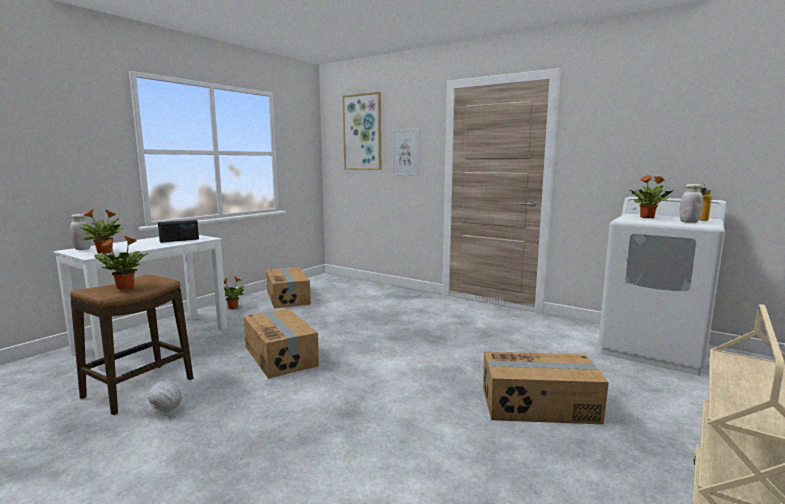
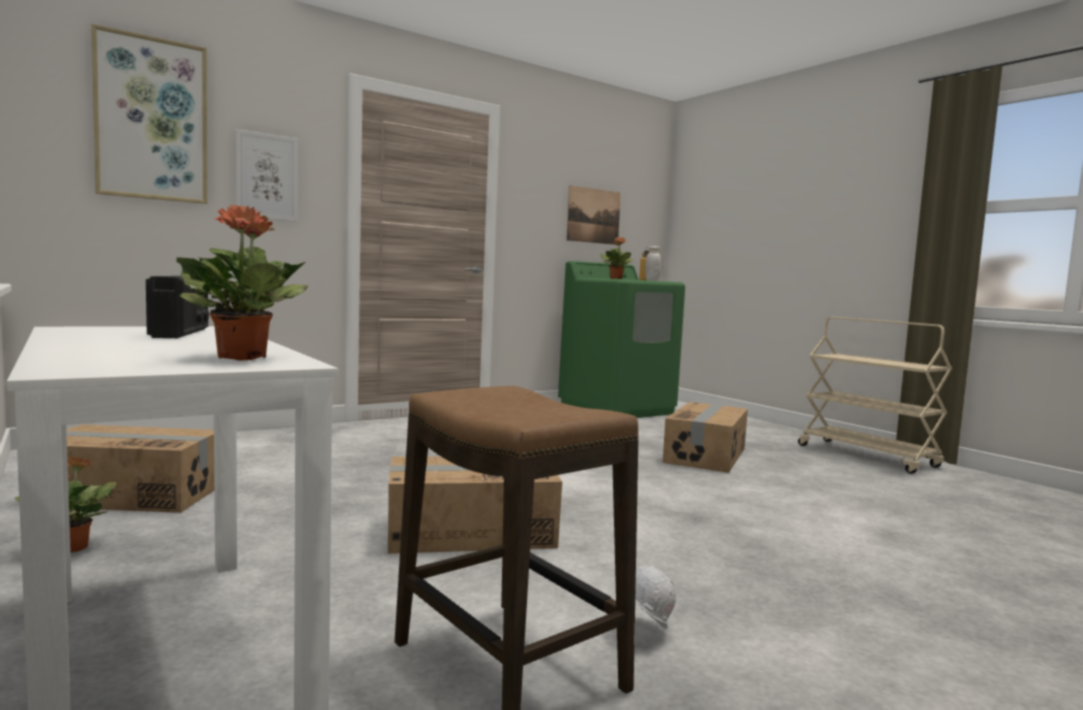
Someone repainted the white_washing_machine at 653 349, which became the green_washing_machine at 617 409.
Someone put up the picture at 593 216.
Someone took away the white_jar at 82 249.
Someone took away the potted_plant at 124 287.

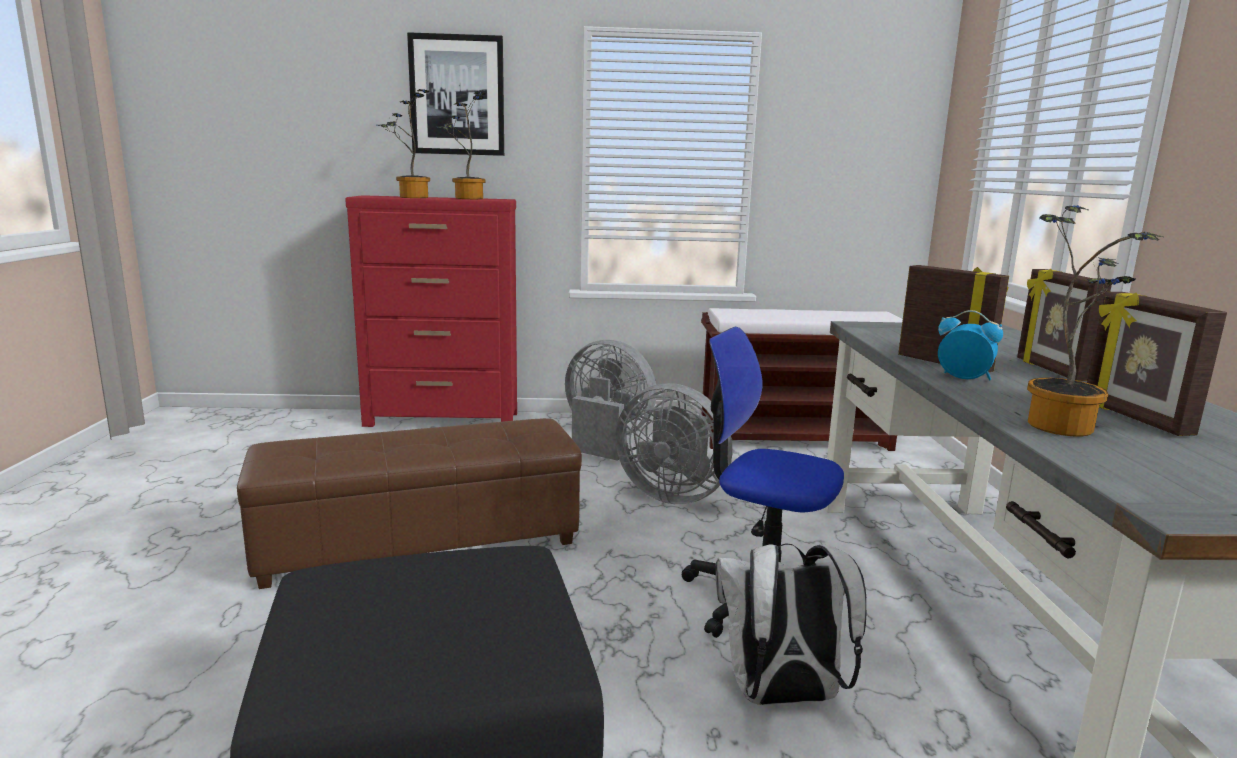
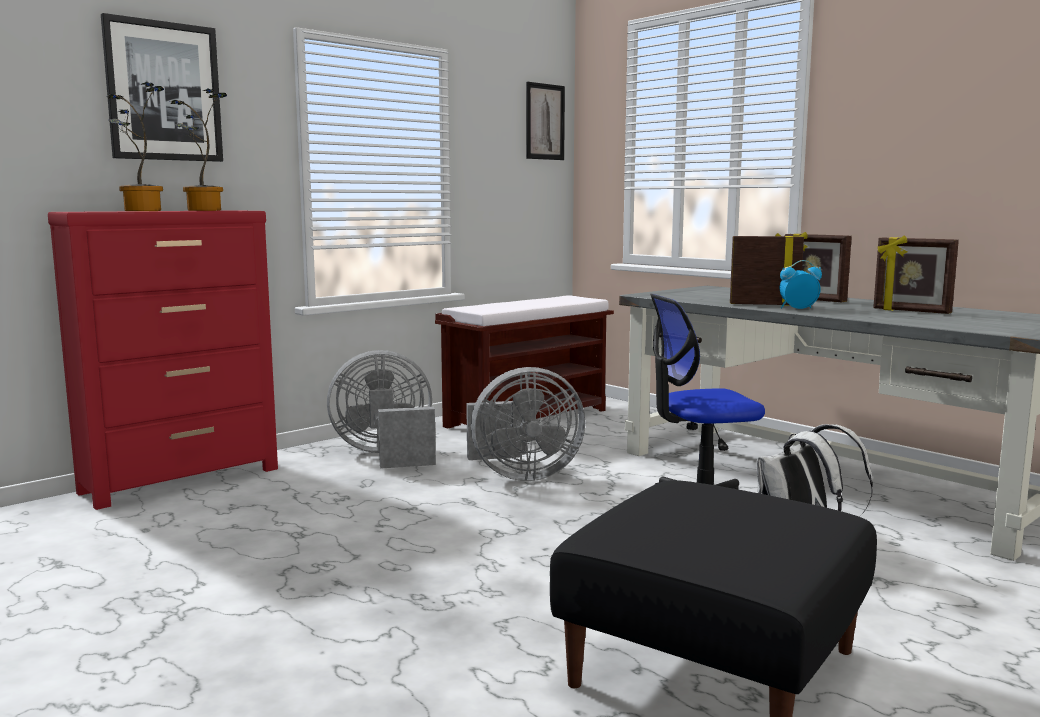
Someone put up the picture at 544 122.
Someone took away the brown_ottoman at 421 541.
Someone took away the potted_plant at 1064 425.

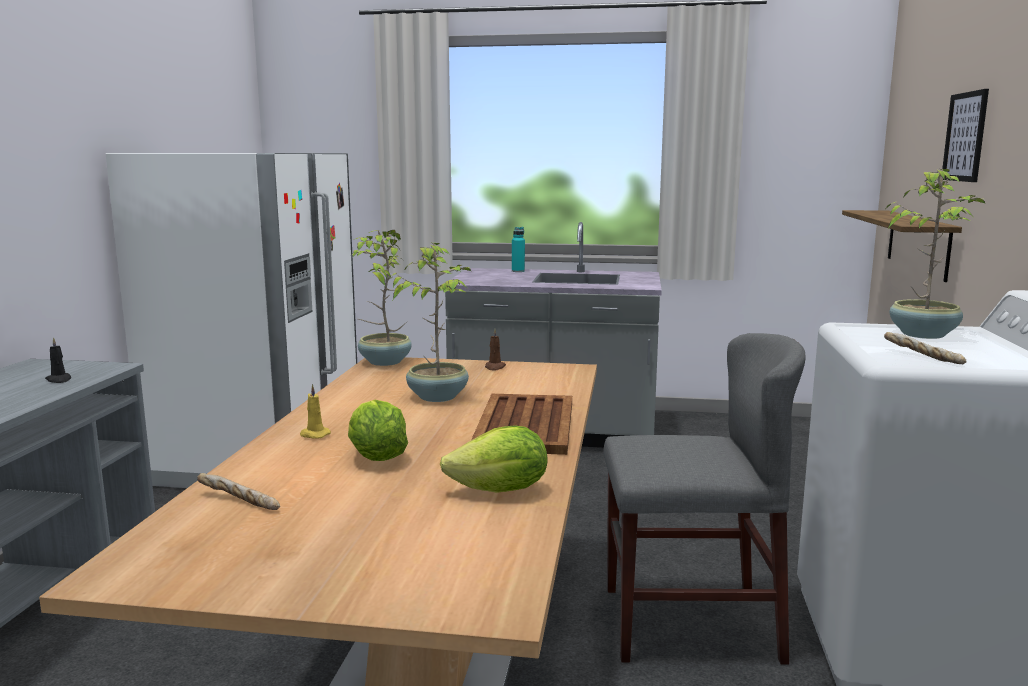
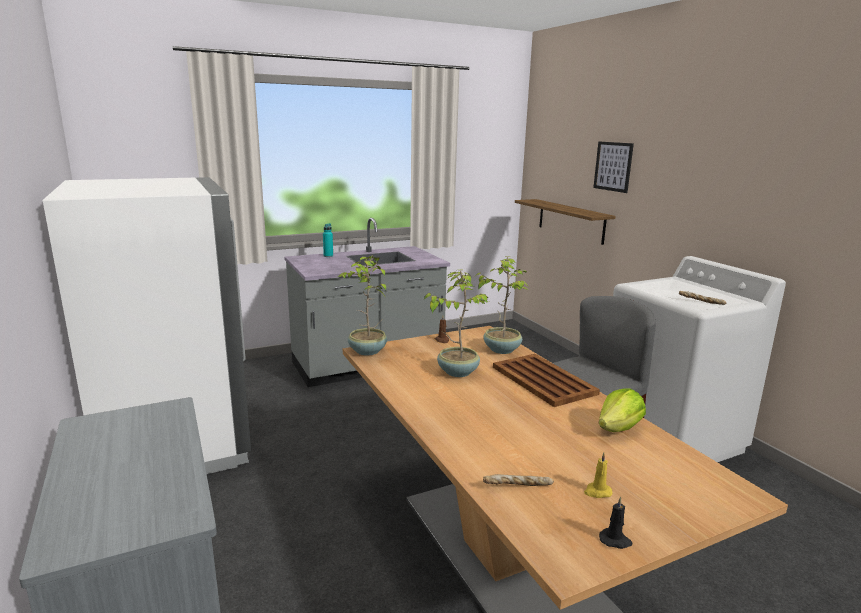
Someone carried the potted_plant from 923 334 to 502 349.
Someone carried the yellow_candle from 314 435 to 597 492.
Someone carried the black_candle from 59 380 to 615 540.
Someone took away the lettuce at 376 457.

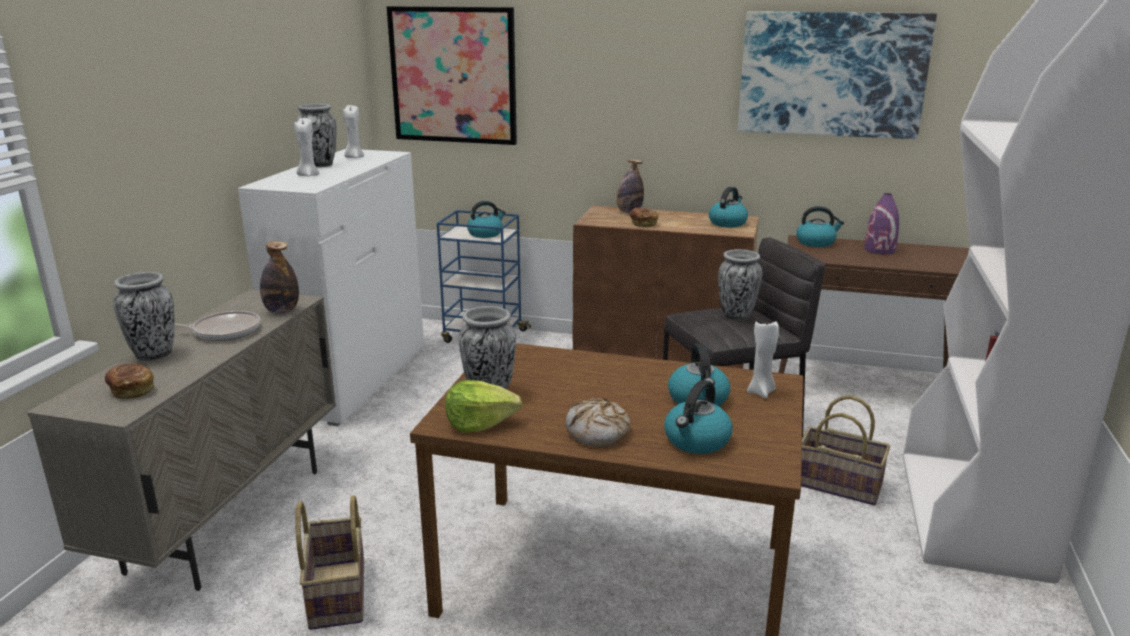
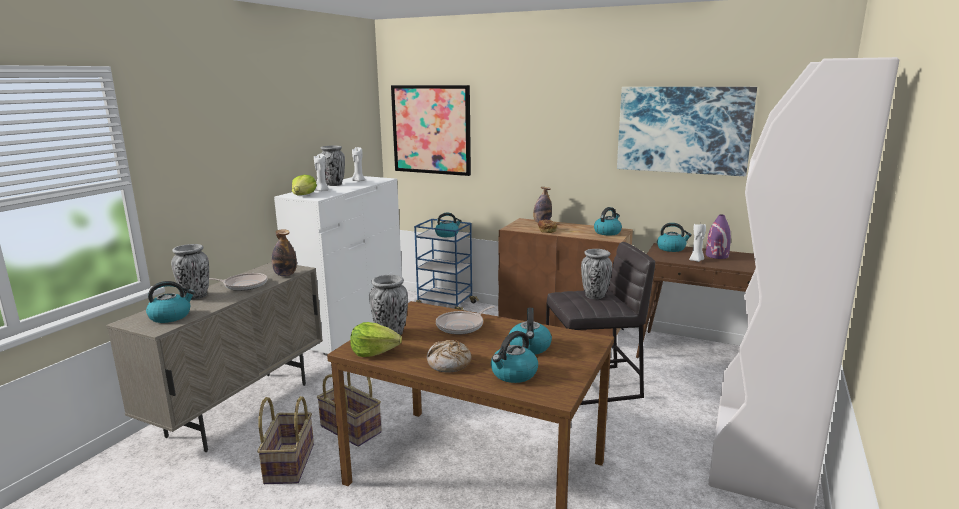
Someone swapped the bread at 131 390 for the kettle at 171 316.
Someone put down the lettuce at 304 195.
Someone carried the basket from 839 484 to 352 429.
Someone put down the frying_pan at 462 326.
Someone carried the white_candle from 761 392 to 696 260.

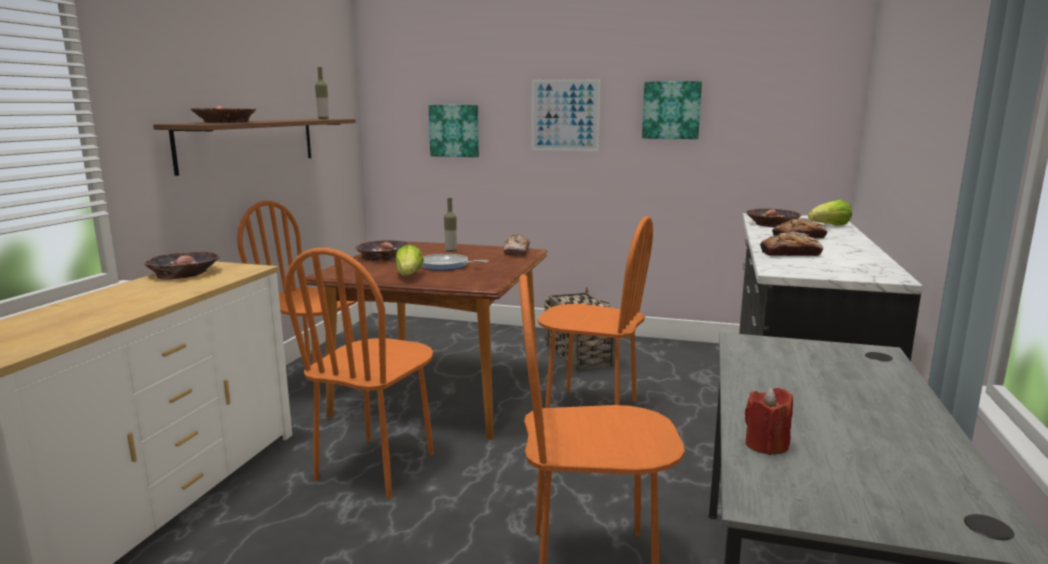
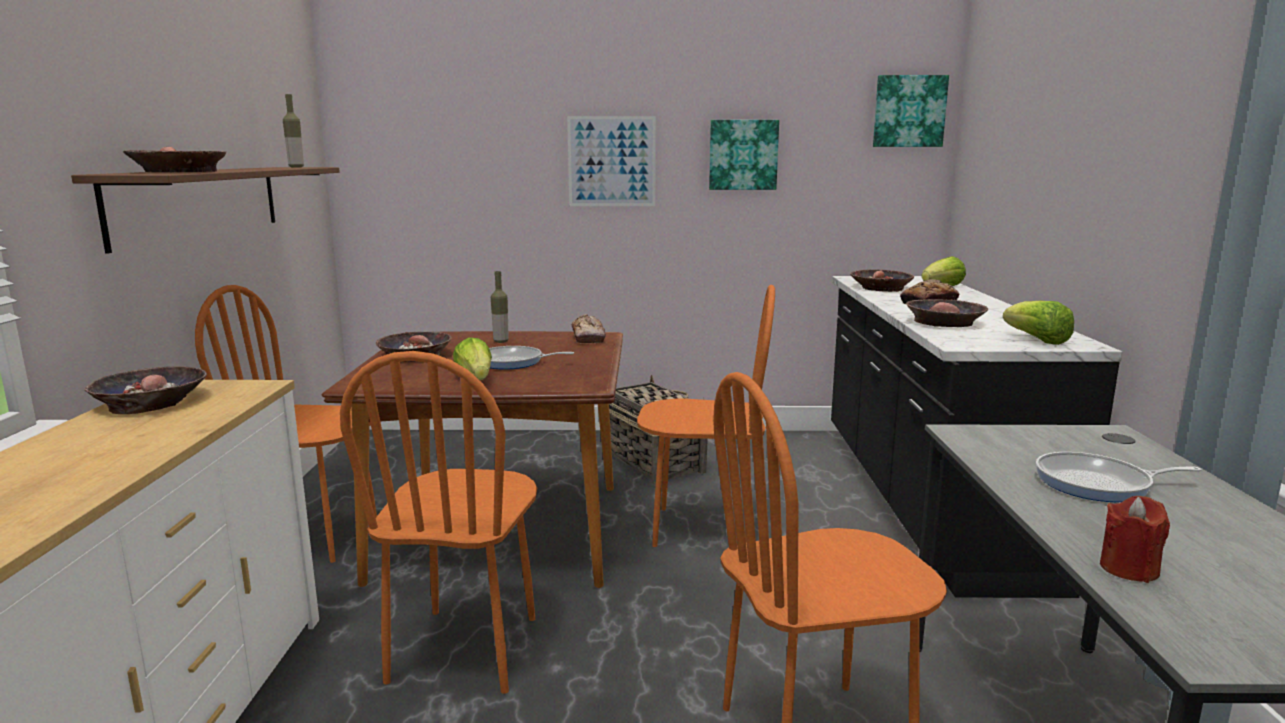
Someone carried the picture from 454 130 to 909 111.
Someone swapped the bread at 790 253 for the bowl at 945 322.
Someone put down the lettuce at 1036 340.
Someone put down the frying_pan at 1098 484.

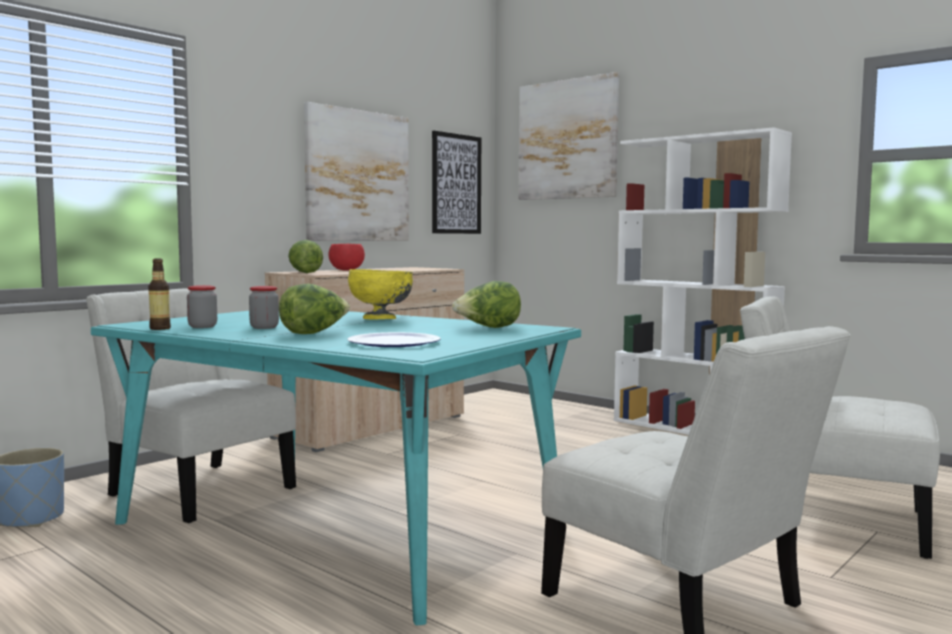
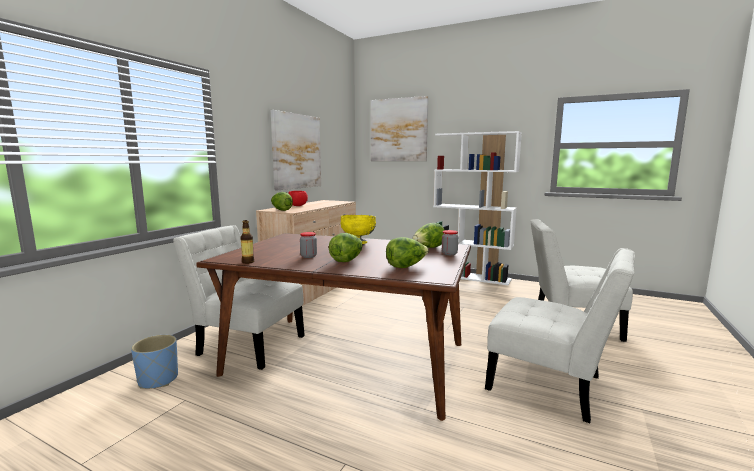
Someone repainted the turquoise_dining_table at 341 525, which became the brown_dining_table at 349 358.
Someone swapped the plate at 394 342 for the lettuce at 406 266.
Someone carried the jar from 202 327 to 449 254.
Someone took away the picture at 456 184.

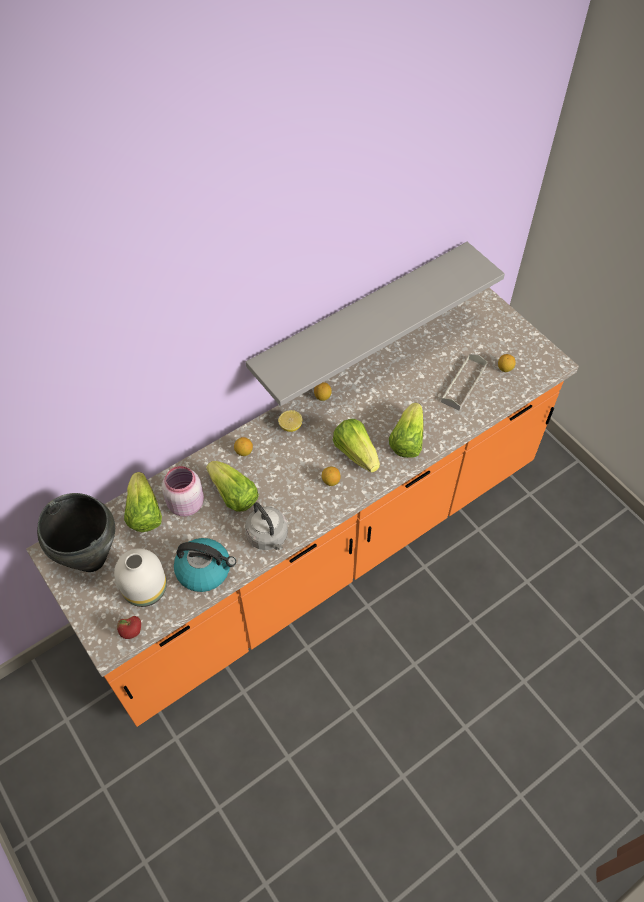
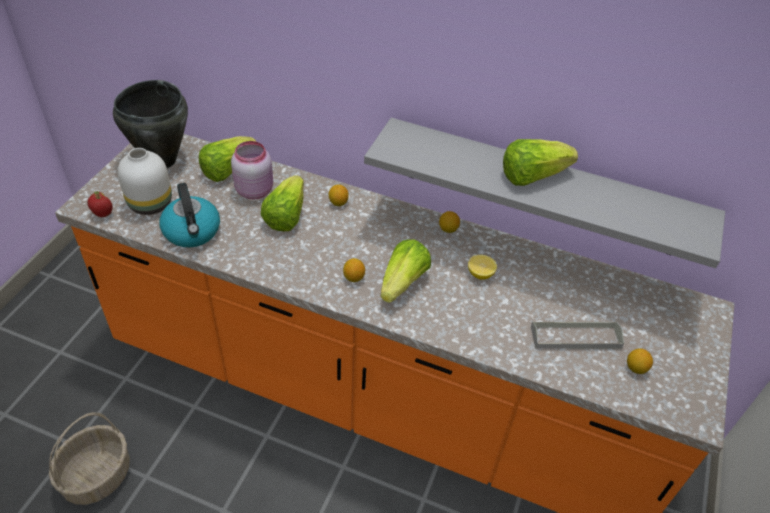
Someone put down the basket at 97 477.
Someone carried the lemon from 290 426 to 480 274.
Someone carried the lettuce from 407 440 to 532 176.
Someone took away the grey_kettle at 268 537.

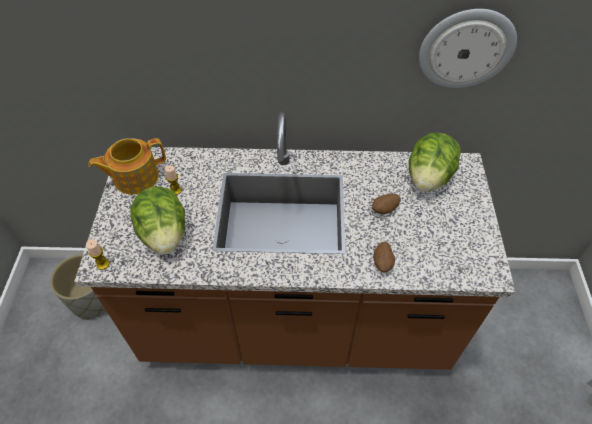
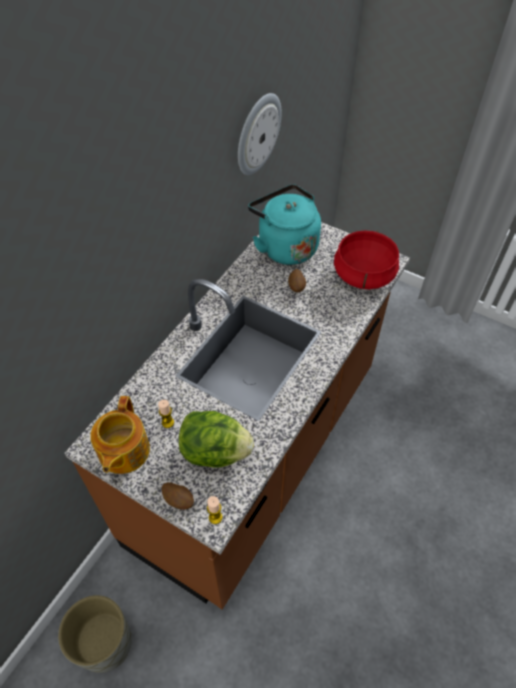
Someone carried the potato from 382 263 to 179 500.
Someone swapped the lettuce at 428 178 for the turquoise_kettle at 285 246.
Someone put down the red_cooking_pot at 364 274.

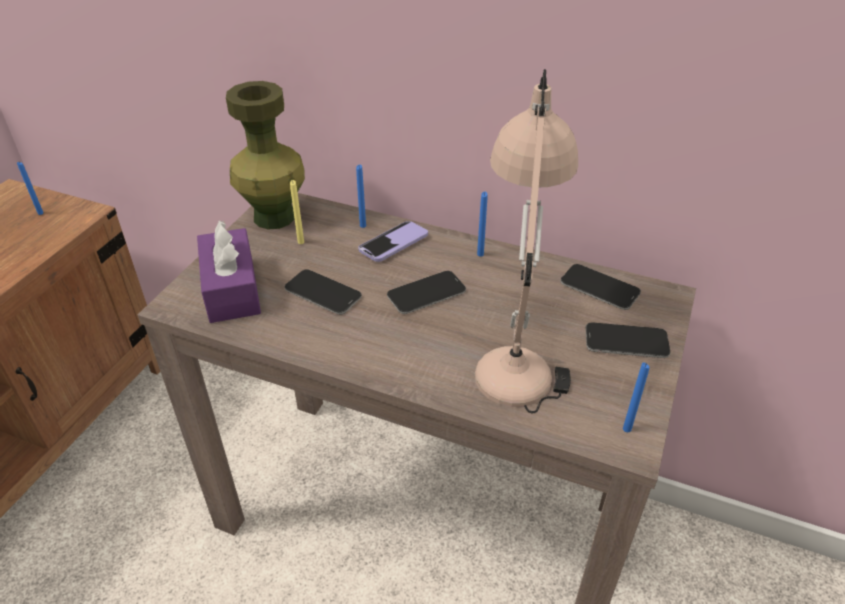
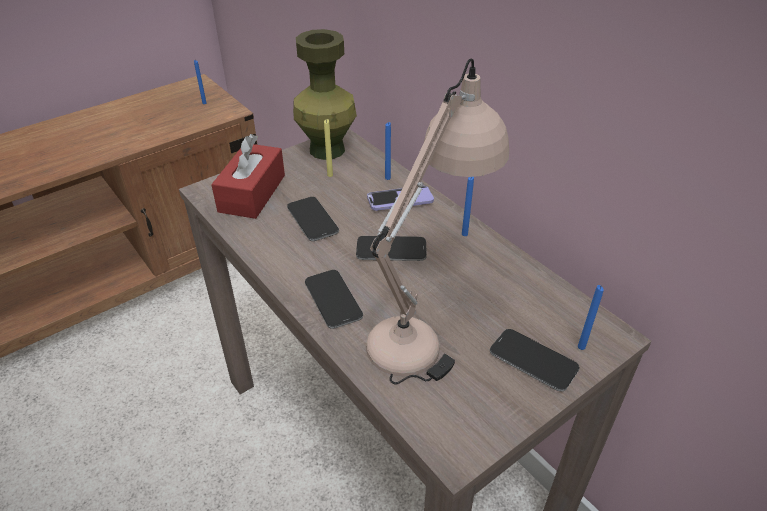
Someone repainted the purple_tissue_box at 231 289, which became the red_tissue_box at 252 193.
Someone carried the phone from 599 288 to 333 299.
Someone carried the blue_candle from 627 429 to 581 347.

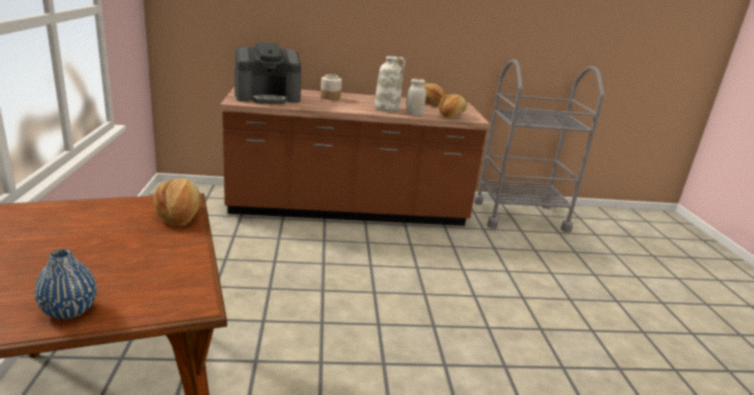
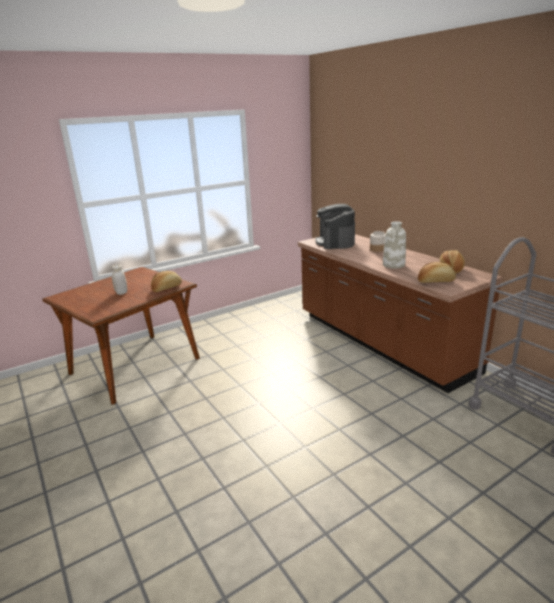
Someone carried the white_jar from 414 114 to 121 293.
Someone rotated the coffee_machine at 267 97 by 45 degrees clockwise.
Someone took away the blue_vase at 69 310.

